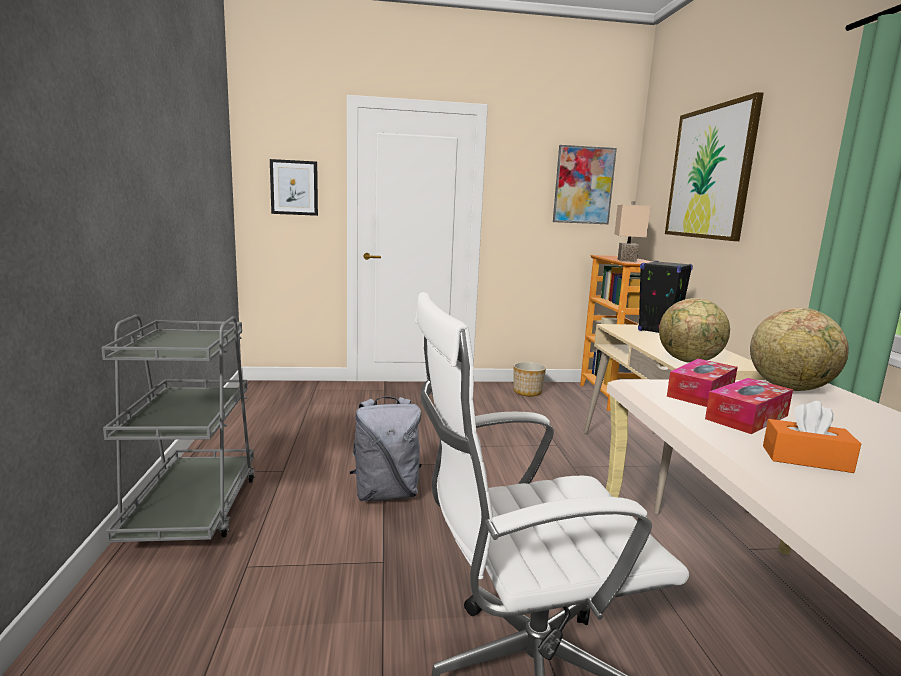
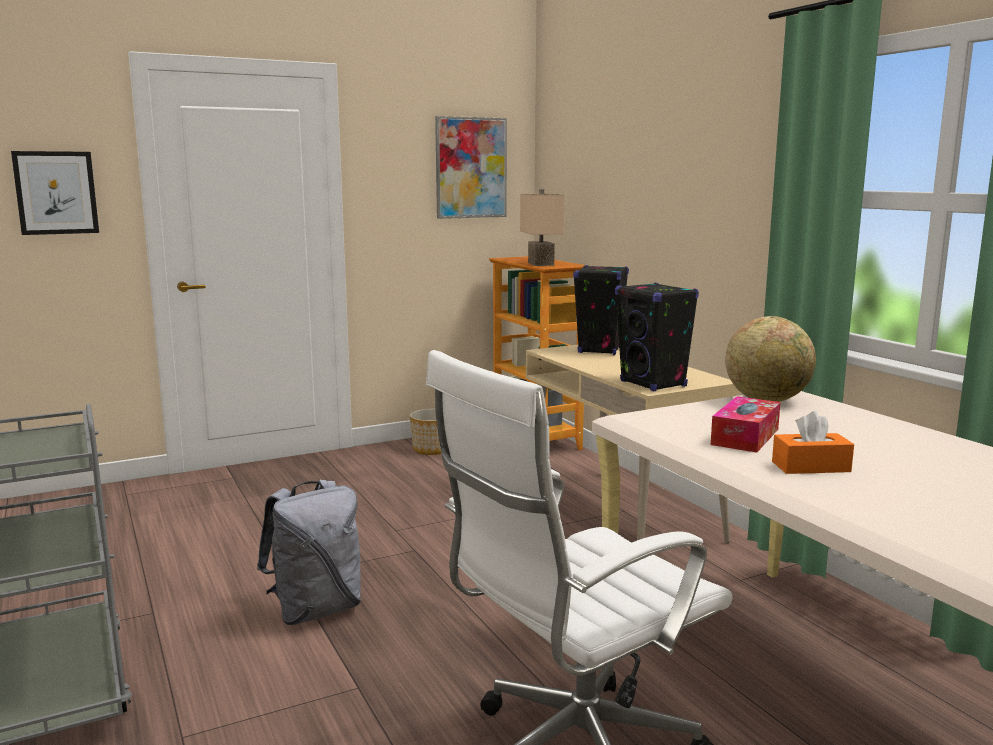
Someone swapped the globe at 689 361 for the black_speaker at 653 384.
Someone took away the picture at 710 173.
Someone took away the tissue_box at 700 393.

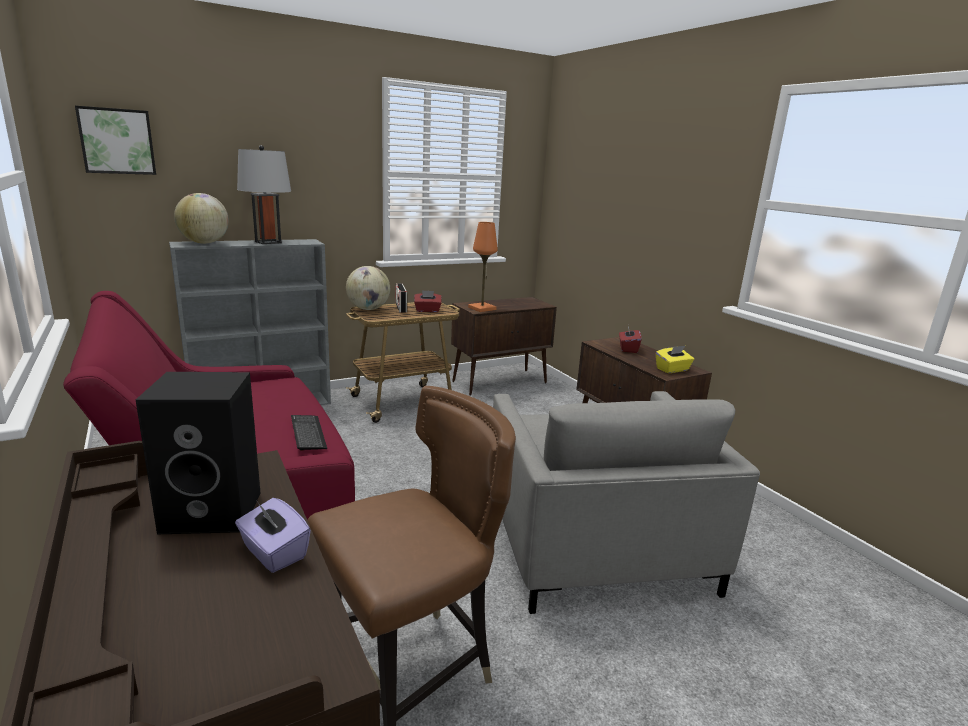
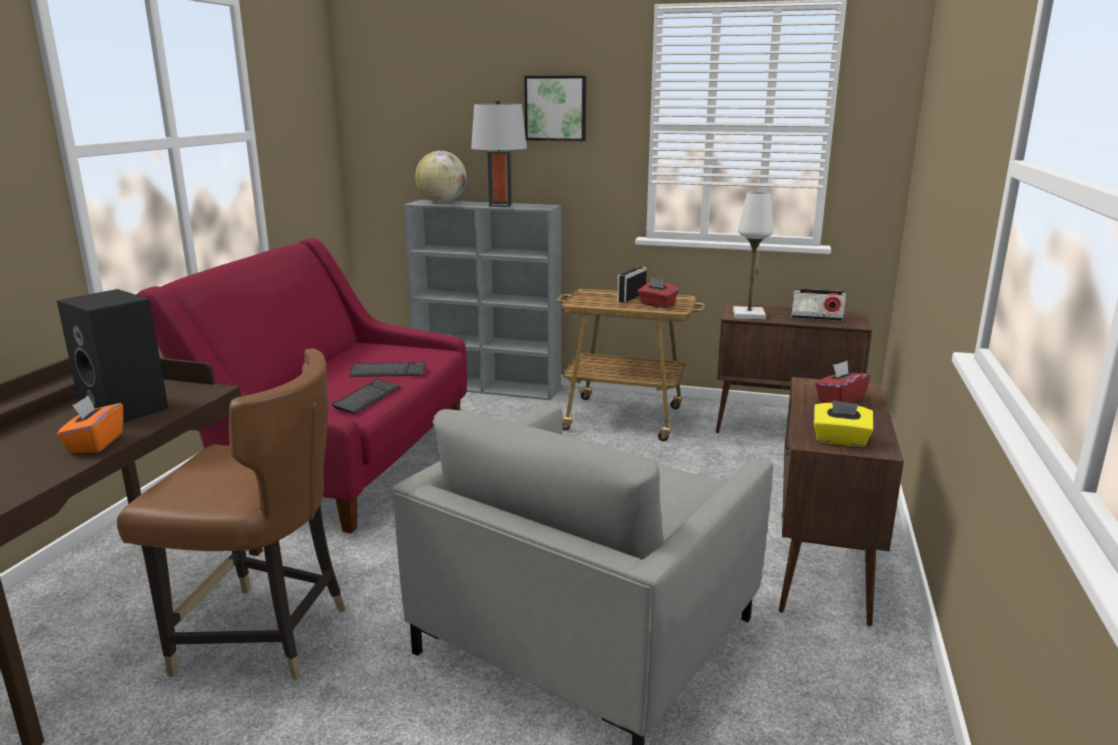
Someone repainted the purple_tissue_box at 273 553, which became the orange_tissue_box at 95 443.
Someone put down the keyboard at 388 371.
Someone carried the picture from 117 141 to 556 108.
Someone repainted the orange_table_lamp at 482 308, which became the white_table_lamp at 749 315.
Someone put down the radio at 816 318.
Someone took away the globe at 368 309.

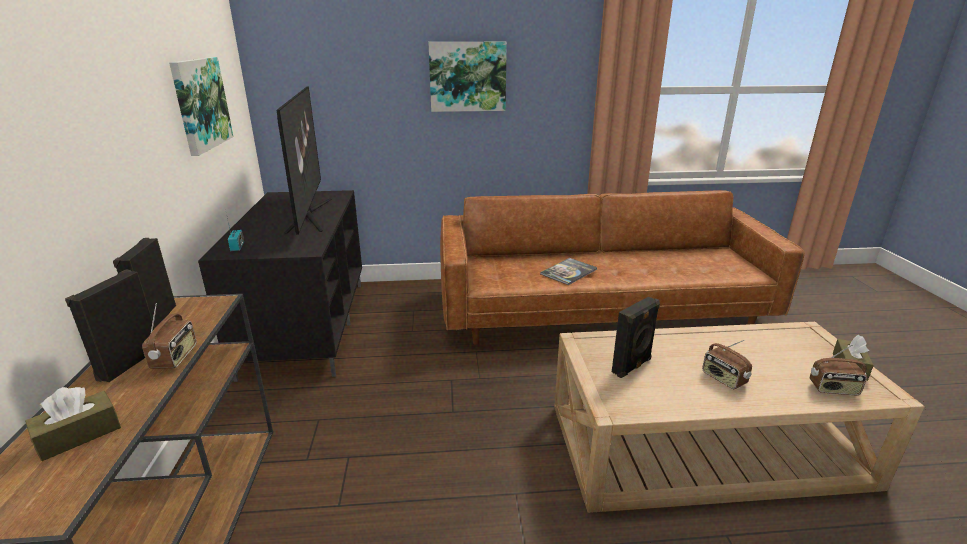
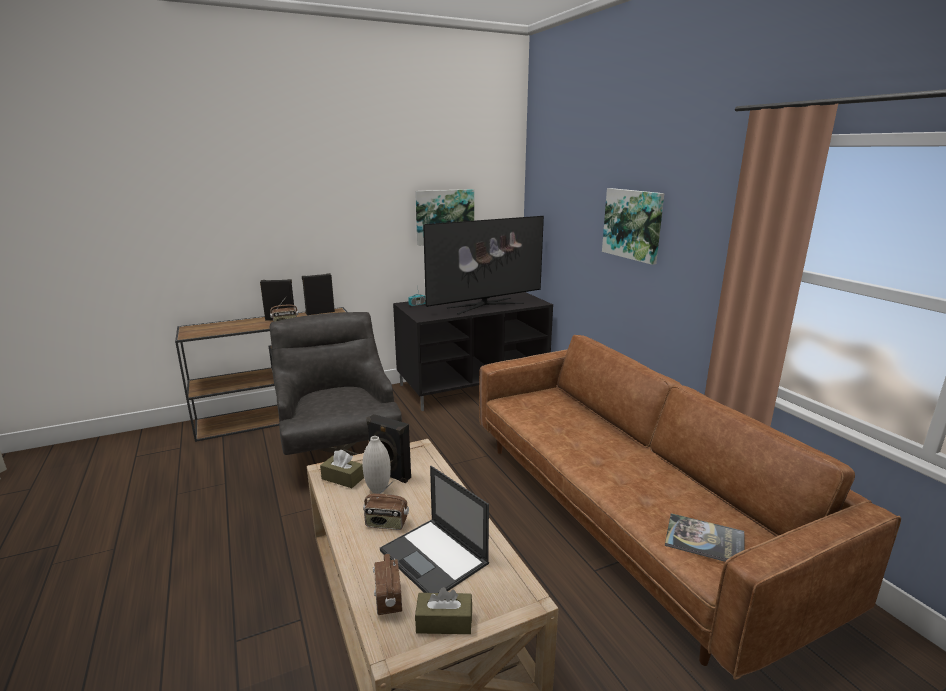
Someone put down the grey_armchair at 339 449.
Someone carried the brown_tissue_box from 79 435 to 342 478.
Someone put down the white_vase at 378 490.
Someone rotated the radio at 723 379 by 120 degrees counterclockwise.
Someone put down the laptop at 435 558.
Someone carried the book from 568 272 to 704 540.

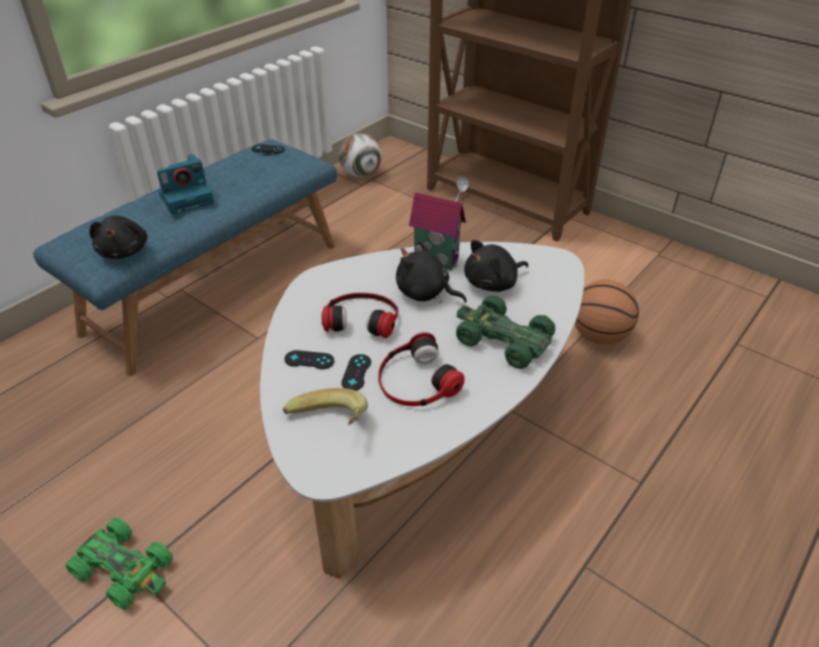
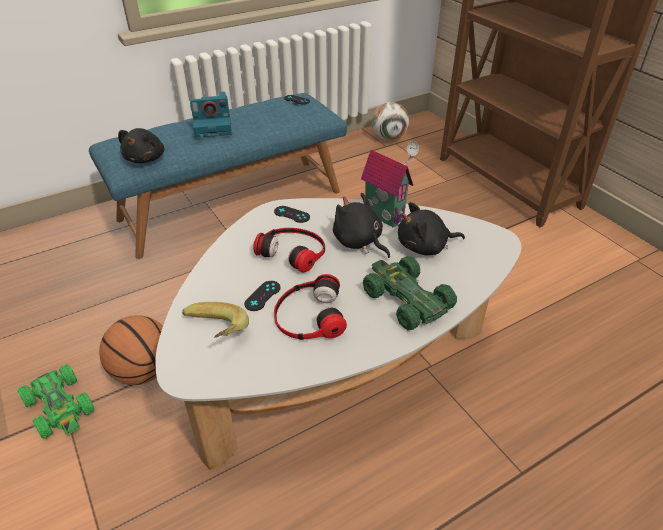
Someone carried the basketball from 599 336 to 144 371.
Someone carried the black_game_controller from 309 360 to 291 214.

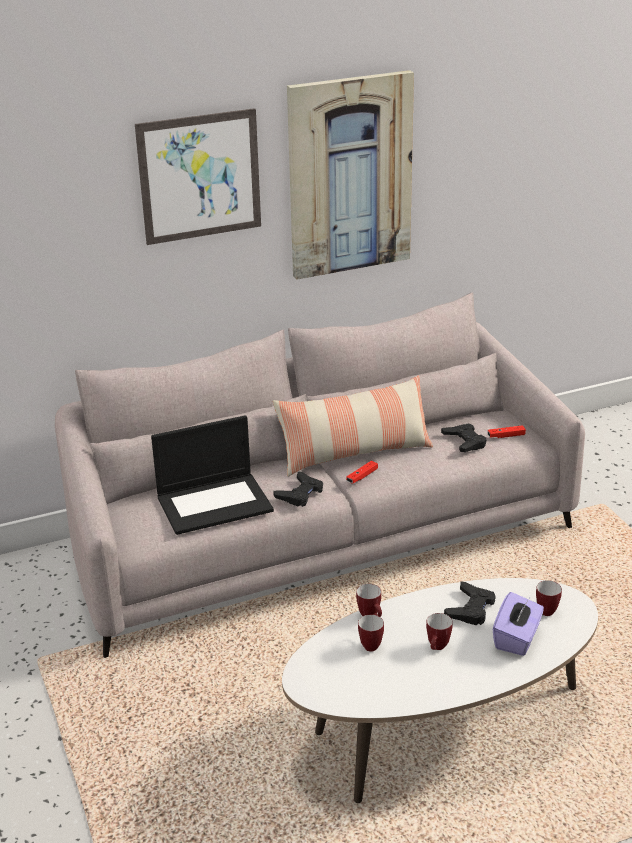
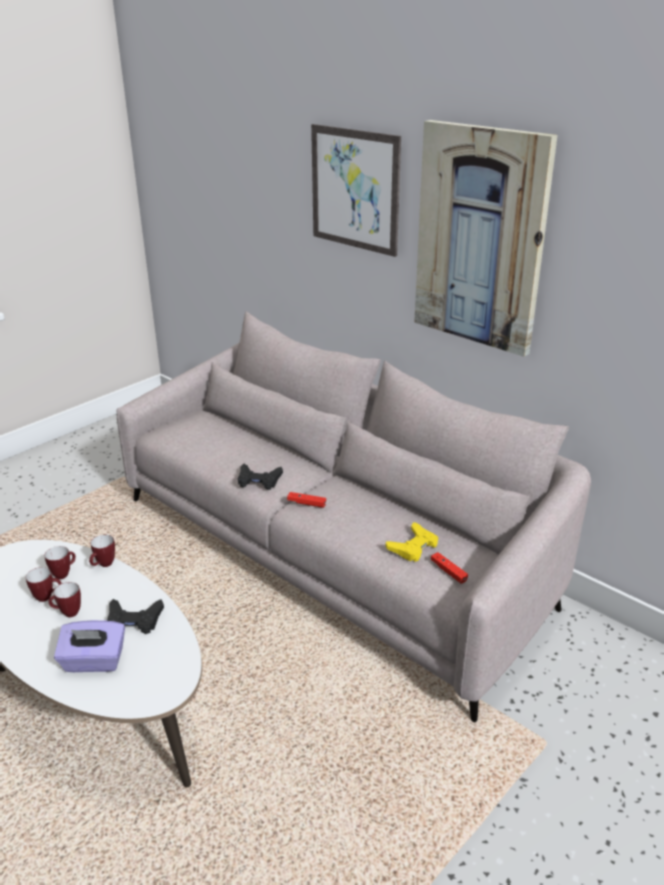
Someone carried the mug from 546 609 to 47 597.
Someone repainted the black_game_controller at 464 442, which became the yellow_game_controller at 413 547.
Someone took away the laptop at 215 503.
Someone took away the pillow at 355 453.

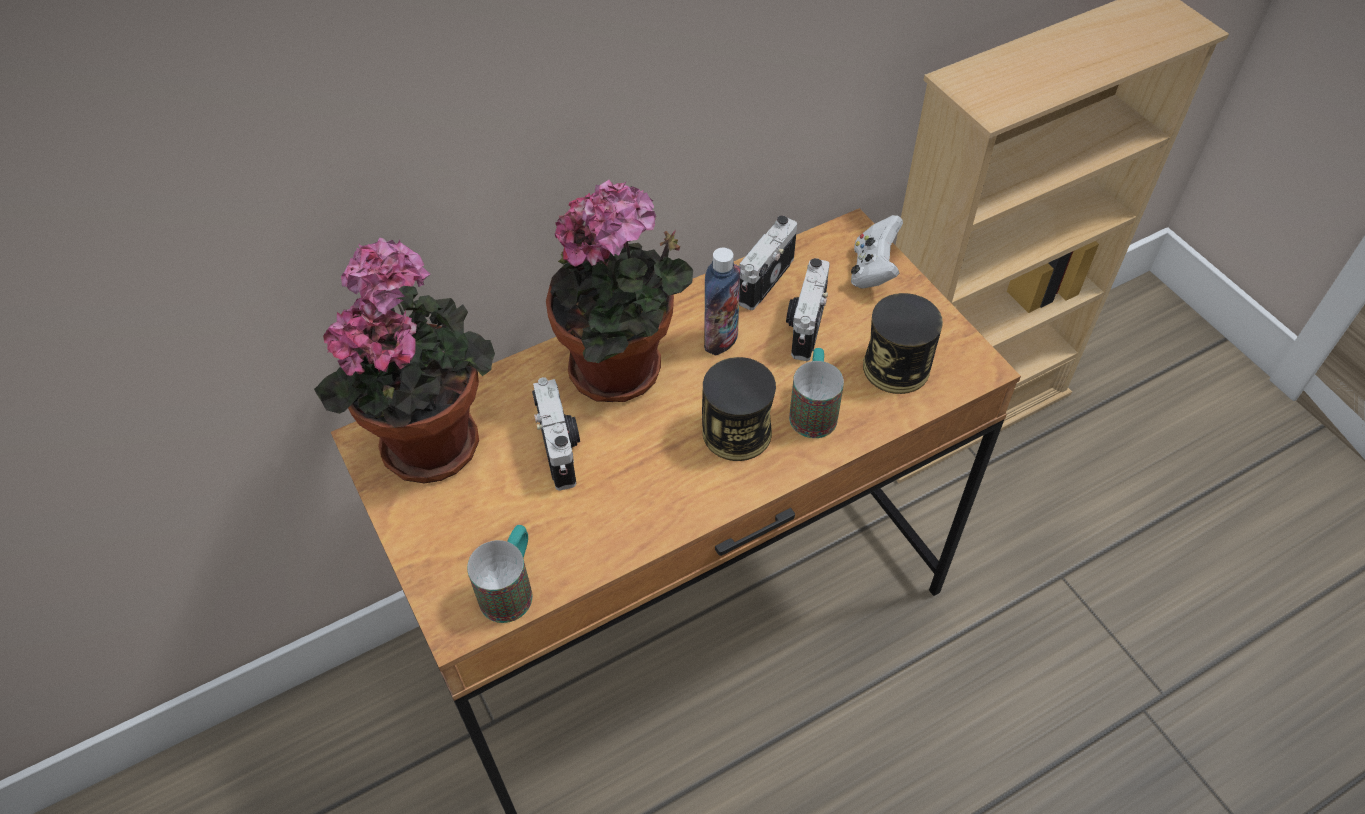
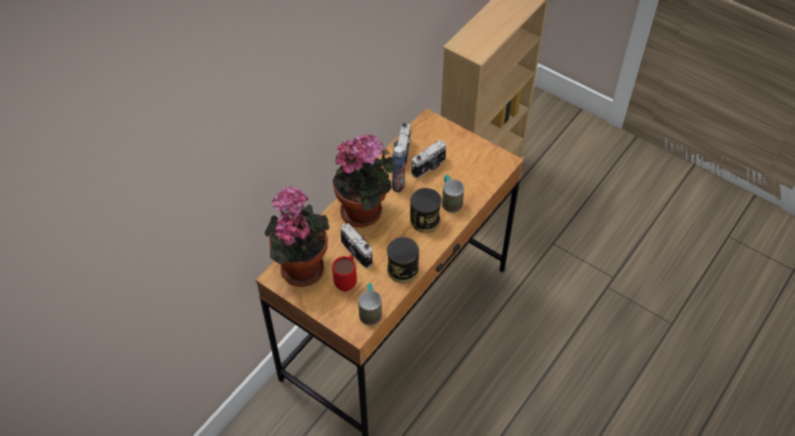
Someone put down the red_mug at 347 280.
Someone carried the can from 896 367 to 403 269.
Someone rotated the photo_camera at 805 326 by 120 degrees counterclockwise.
Someone took away the white_game_controller at 873 270.

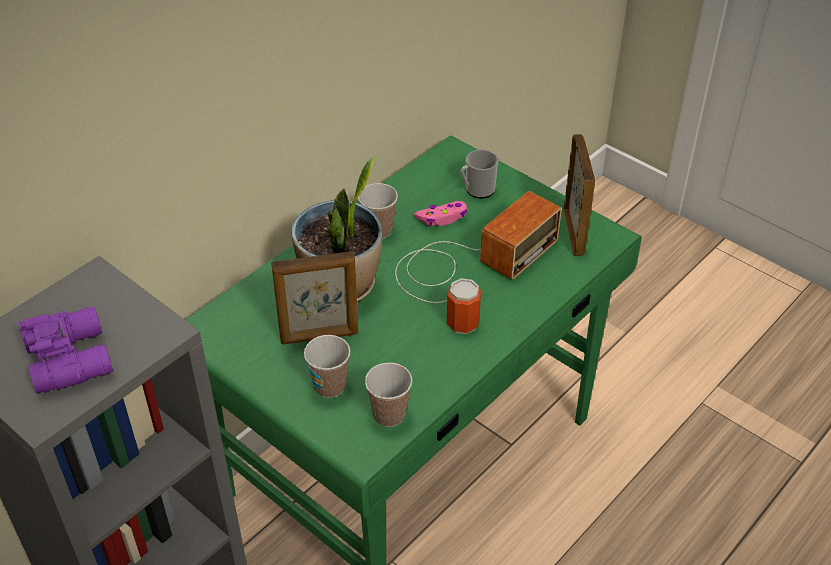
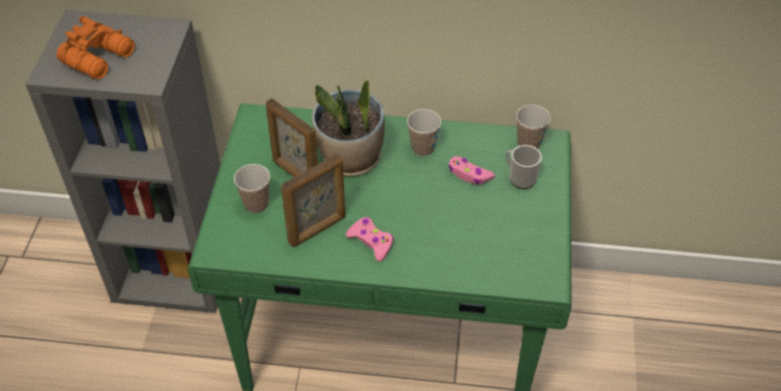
Someone repainted the purple_binoculars at 72 357, which became the orange_binoculars at 100 58.
Someone carried the picture_frame from 574 232 to 318 230.
Someone swapped the can at 462 323 for the pink_game_controller at 371 242.
Someone carried the cup from 389 415 to 529 143.
Someone took away the radio at 470 261.

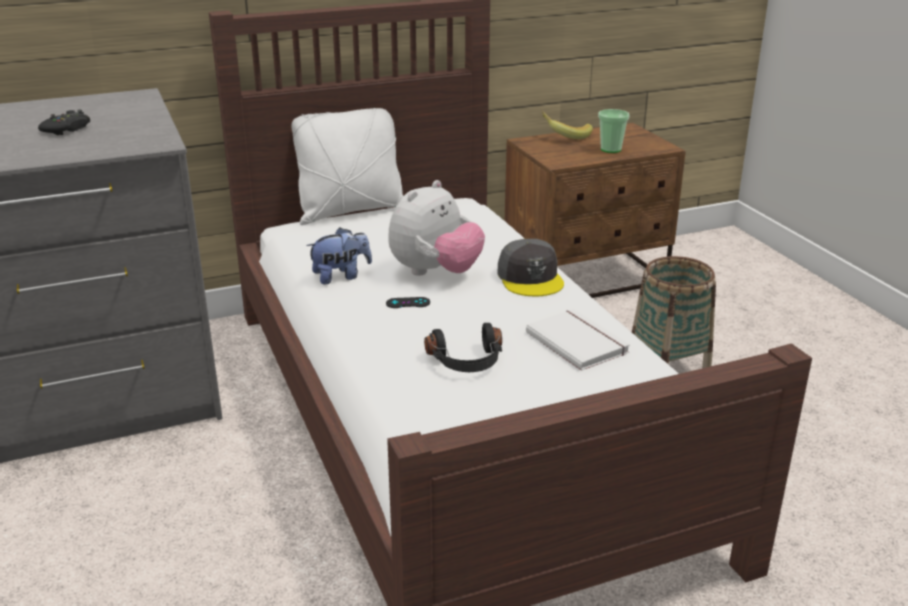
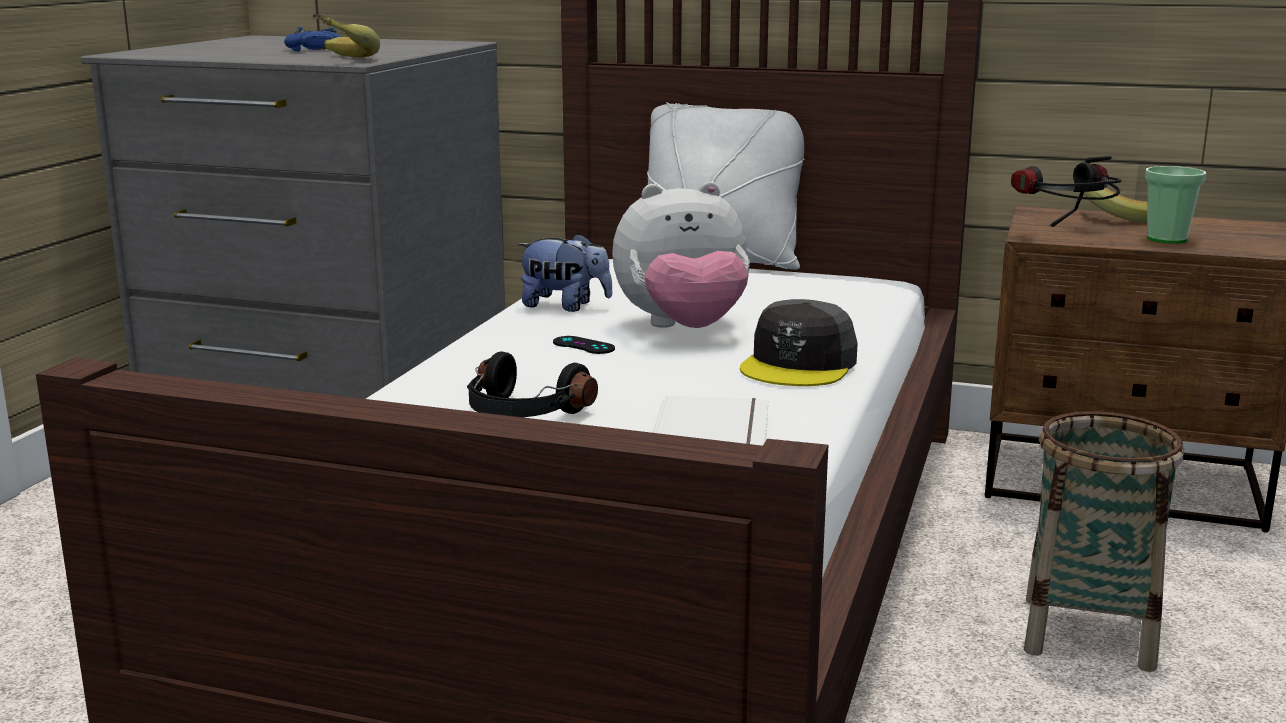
Someone repainted the black_game_controller at 67 129, which became the blue_game_controller at 315 50.
Someone put down the banana at 337 60.
Someone put down the headphones at 1066 236.

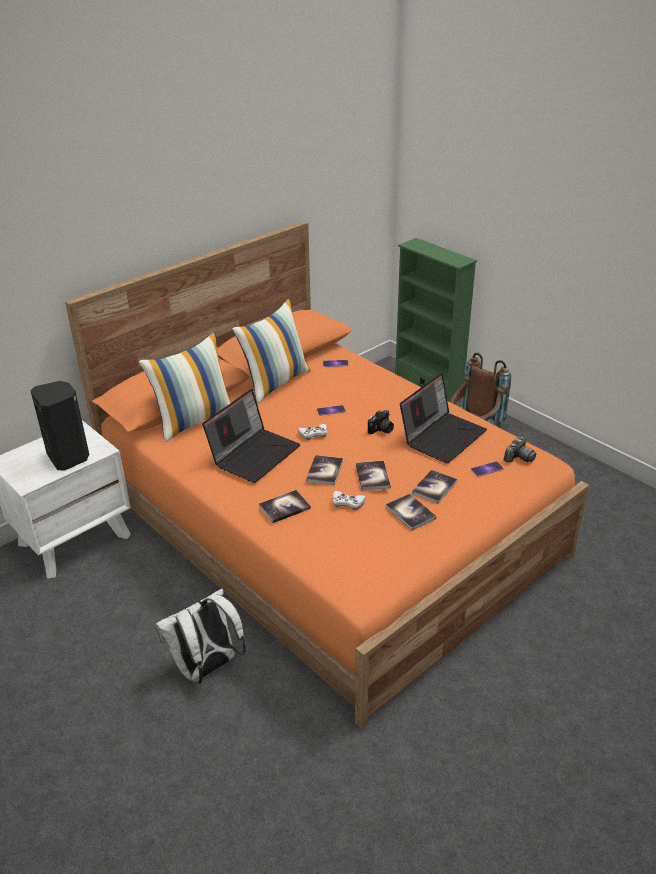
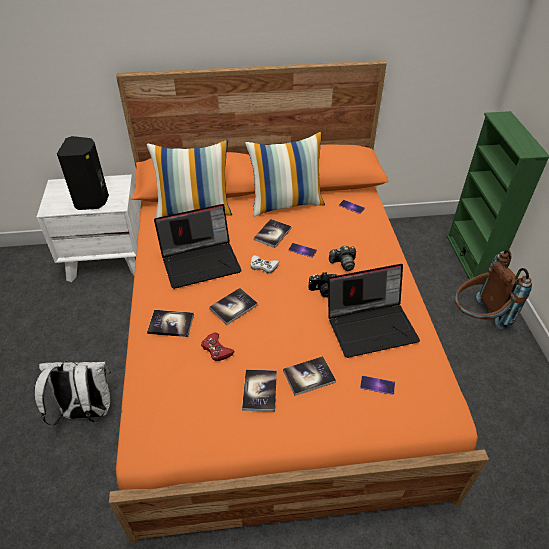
Someone repainted the white_game_controller at 348 503, which became the red_game_controller at 216 349.
Someone carried the book from 372 476 to 272 234.
Someone carried the photo_camera from 518 457 to 343 263.

